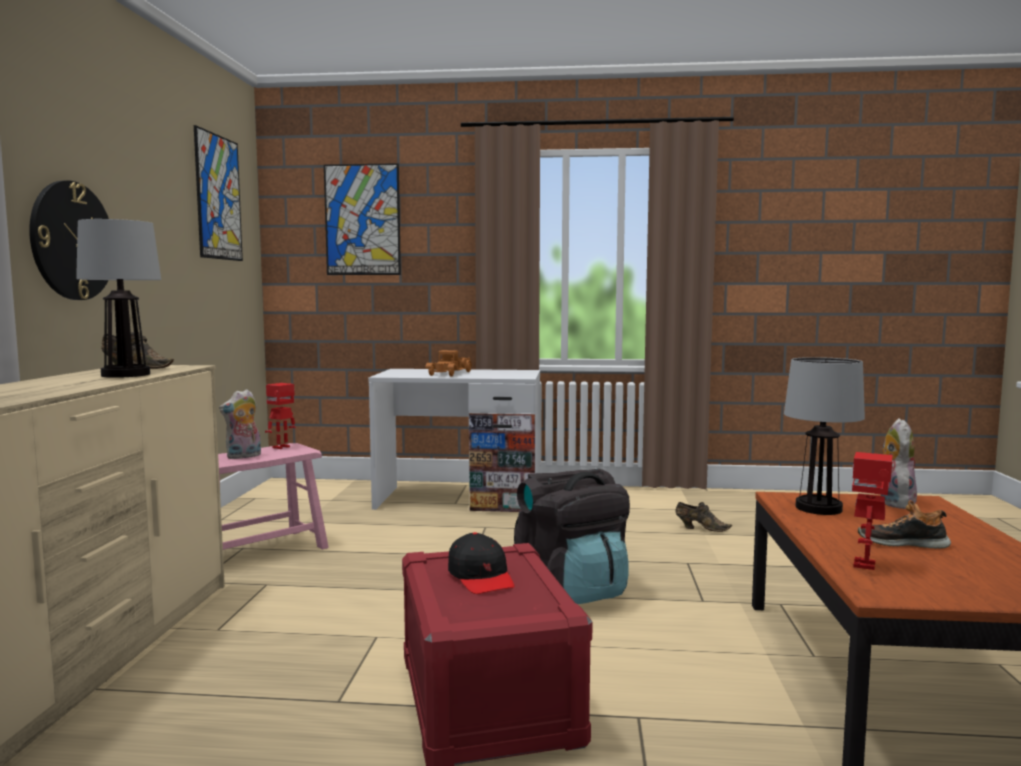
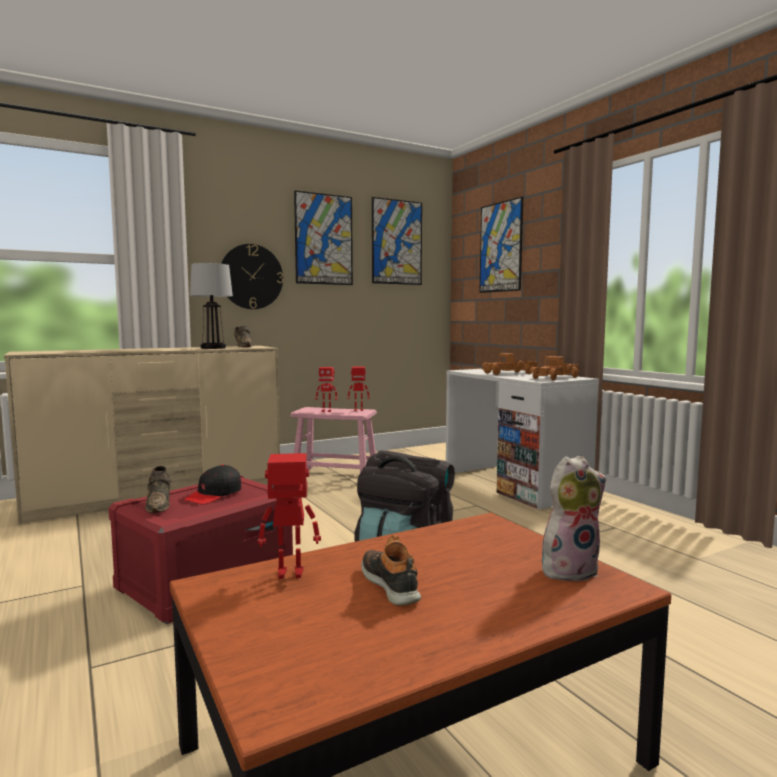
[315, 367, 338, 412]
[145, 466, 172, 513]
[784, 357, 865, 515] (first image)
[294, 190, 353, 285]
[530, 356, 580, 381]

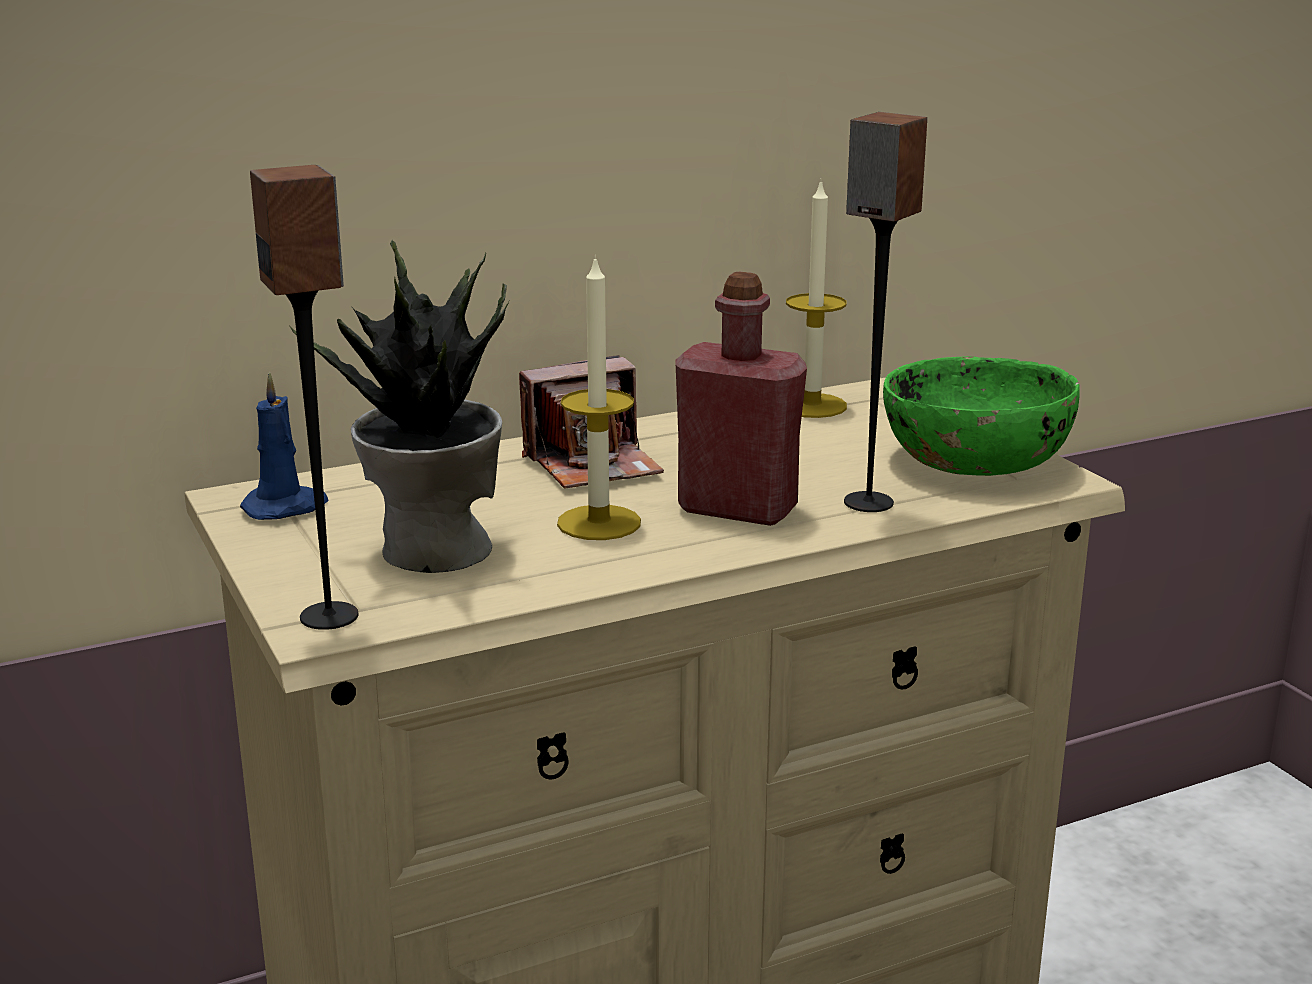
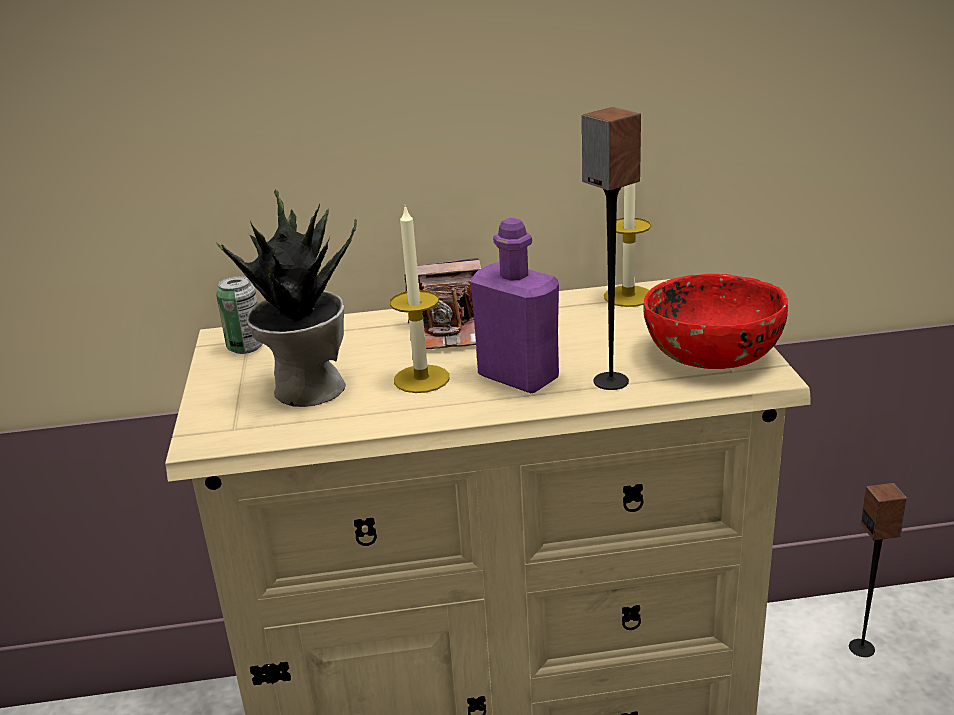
[216, 276, 263, 354]
[849, 483, 907, 657]
[470, 218, 559, 393]
[643, 274, 788, 369]

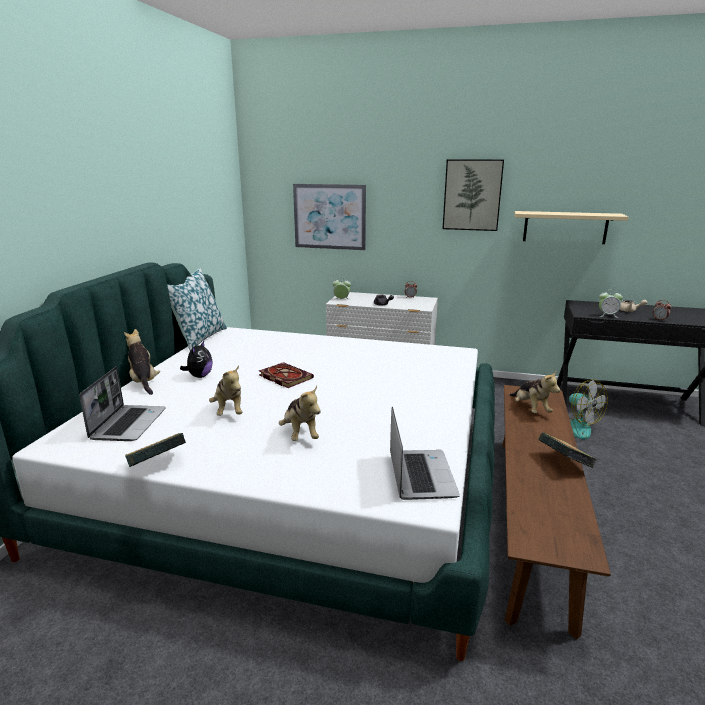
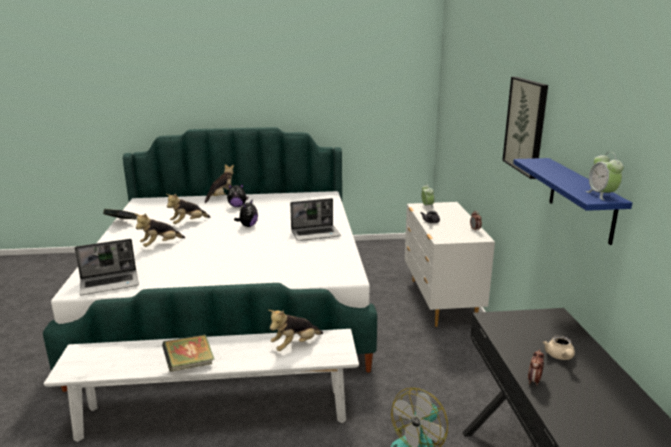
[290, 198, 341, 241]
[167, 268, 227, 351] (first image)
[234, 200, 258, 227]
[293, 184, 366, 250] (first image)
[43, 329, 359, 442]
[513, 158, 632, 245]
[586, 152, 623, 200]

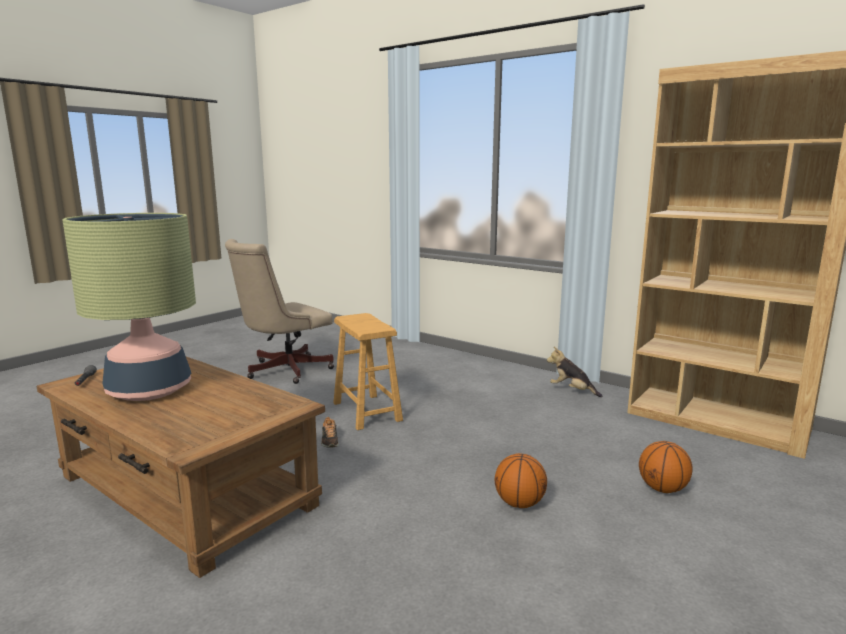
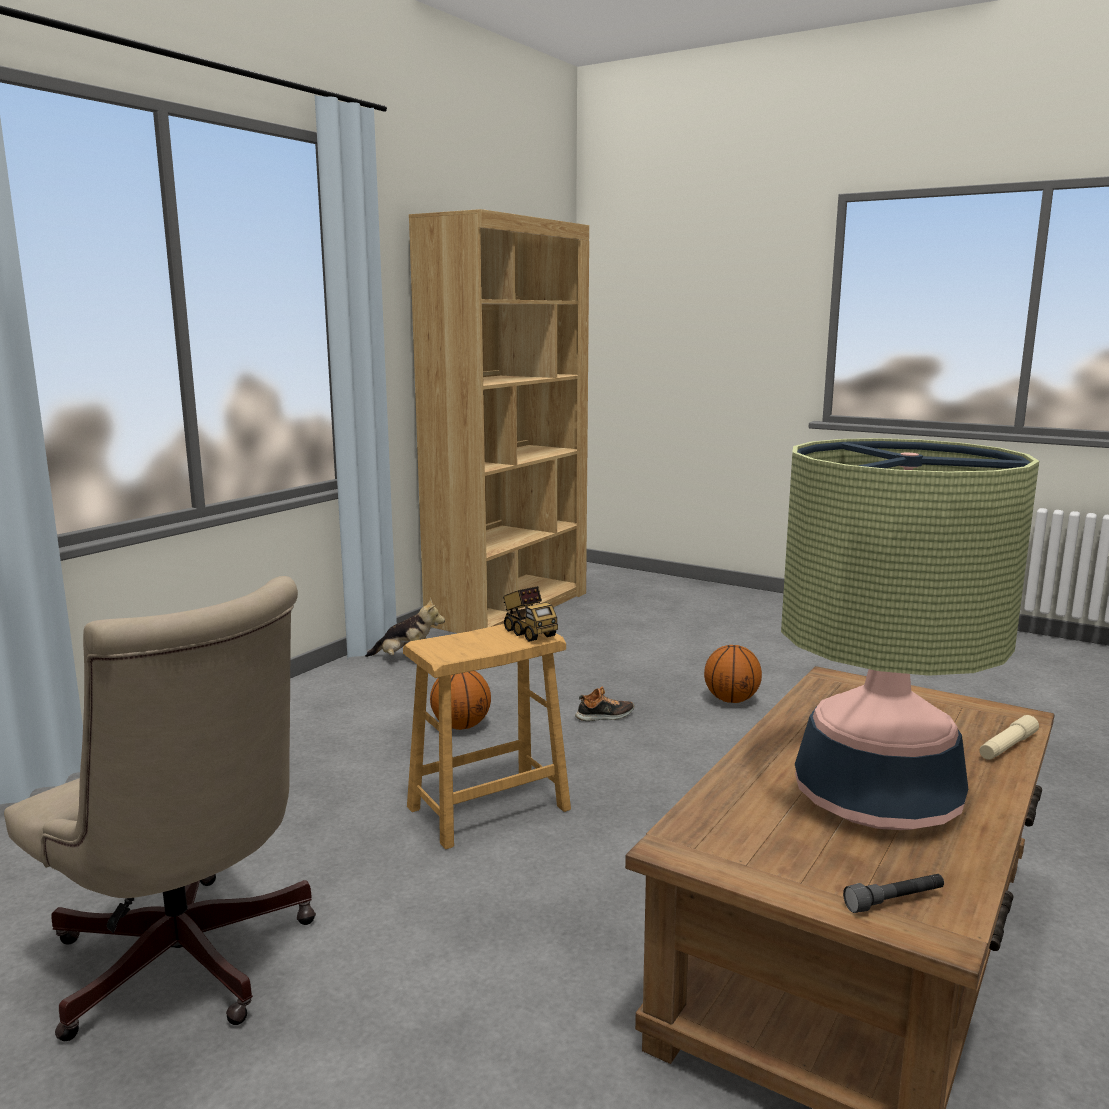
[575, 687, 634, 721]
[365, 598, 445, 657]
[430, 671, 491, 730]
[503, 586, 558, 642]
[979, 715, 1039, 760]

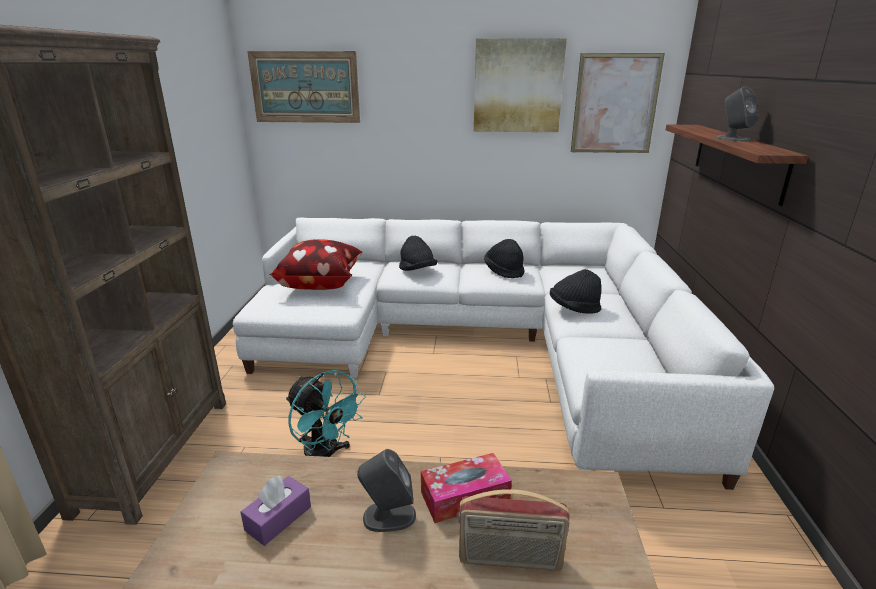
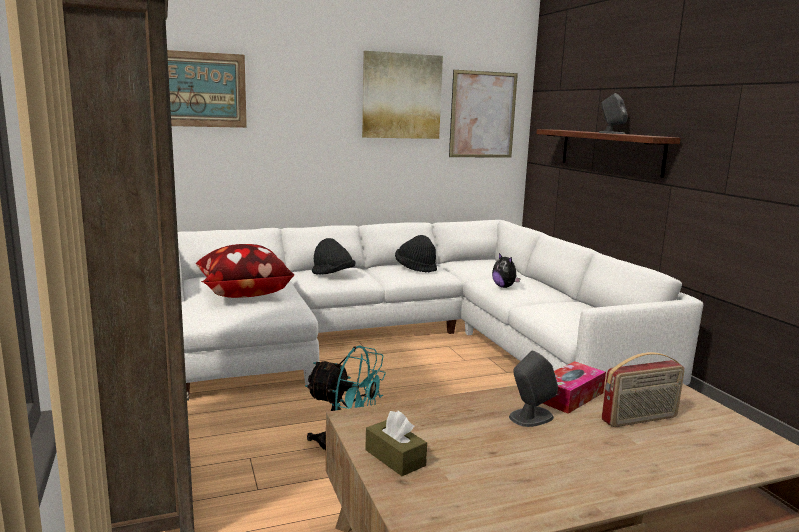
[240, 475, 311, 546] (first image)
[492, 253, 521, 288]
[365, 411, 427, 476]

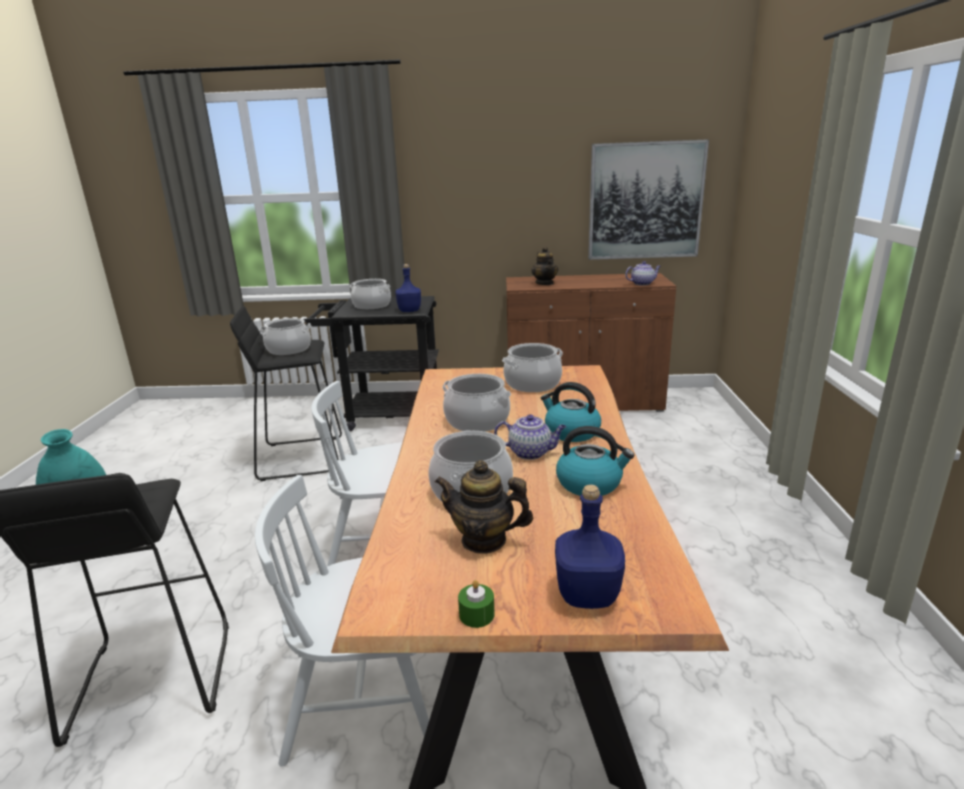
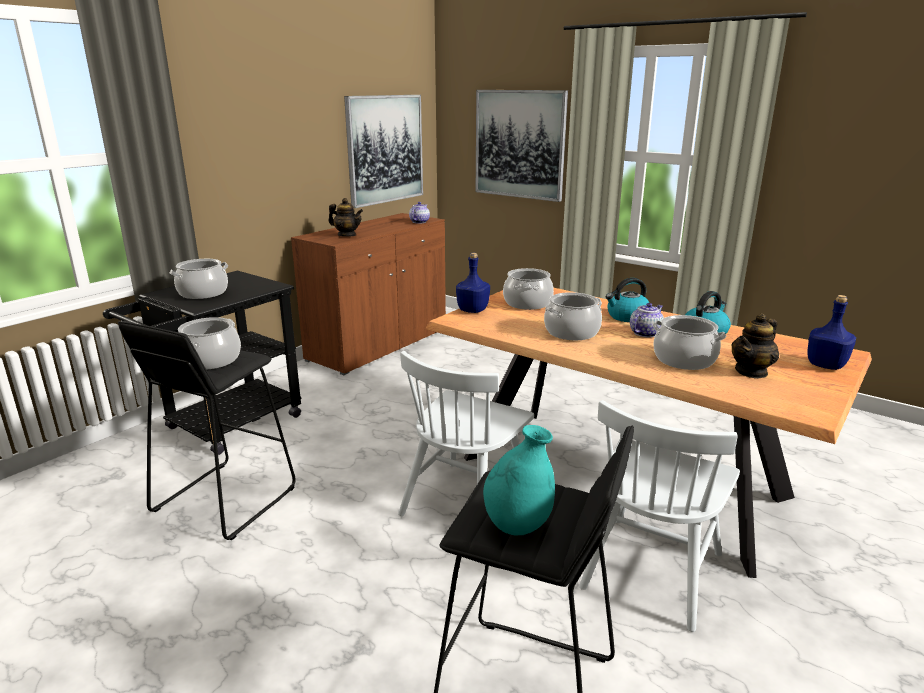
[456, 253, 490, 313]
[458, 580, 495, 628] (first image)
[476, 90, 568, 202]

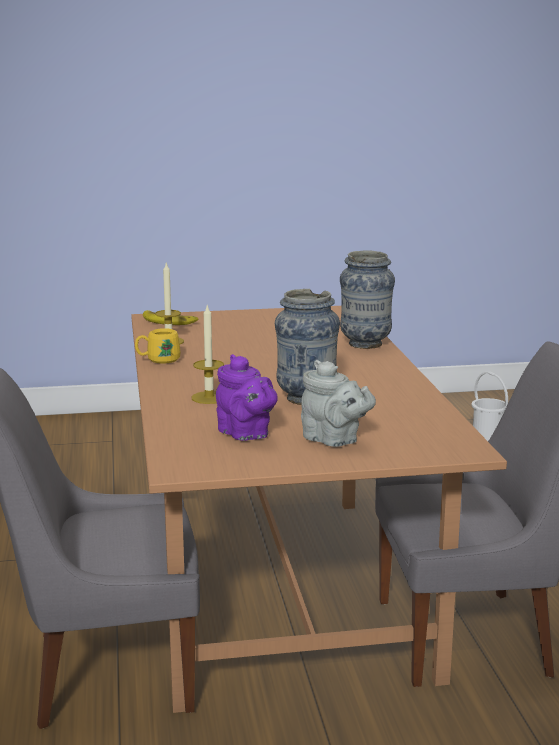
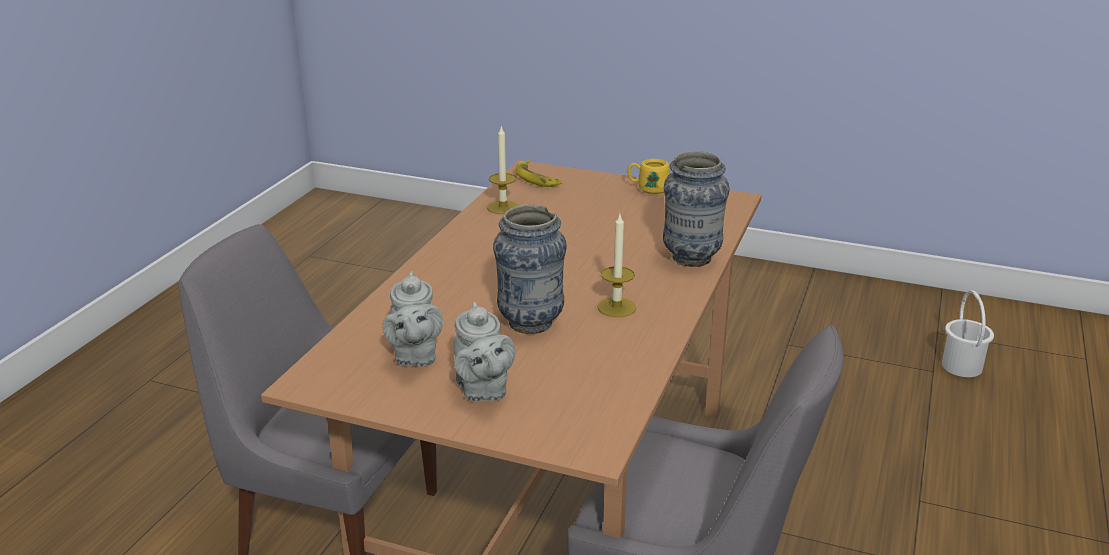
[628, 159, 670, 194]
[598, 214, 636, 317]
[382, 271, 443, 367]

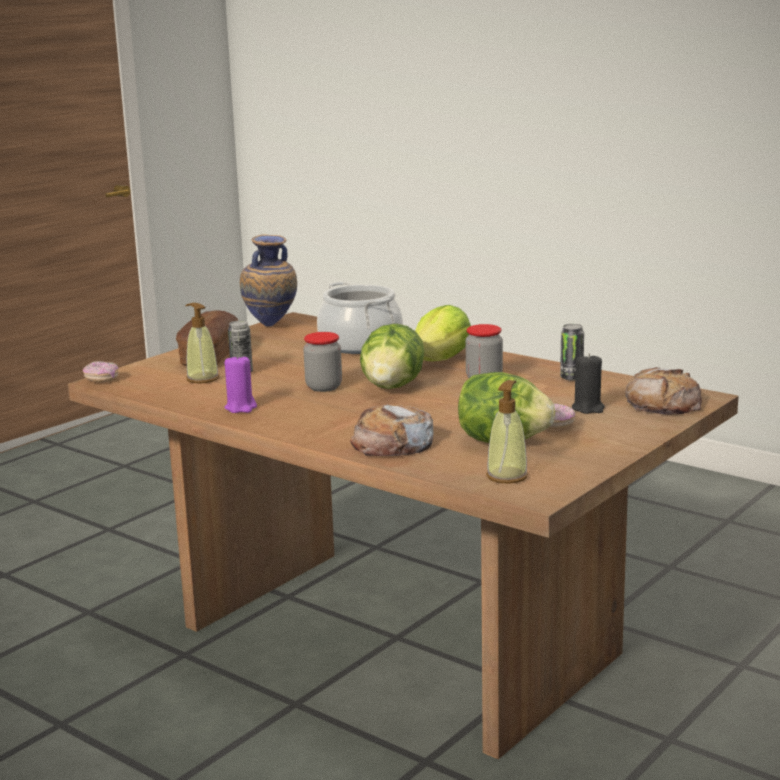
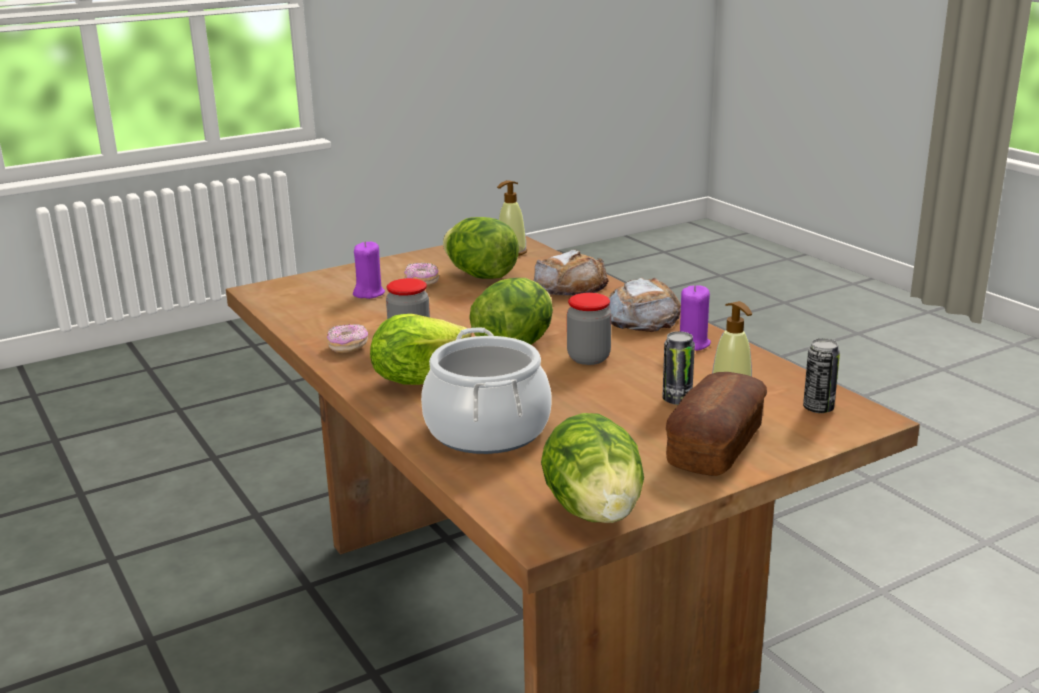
[327, 324, 368, 353]
[541, 413, 644, 523]
[803, 338, 840, 413]
[353, 241, 385, 299]
[608, 278, 681, 332]

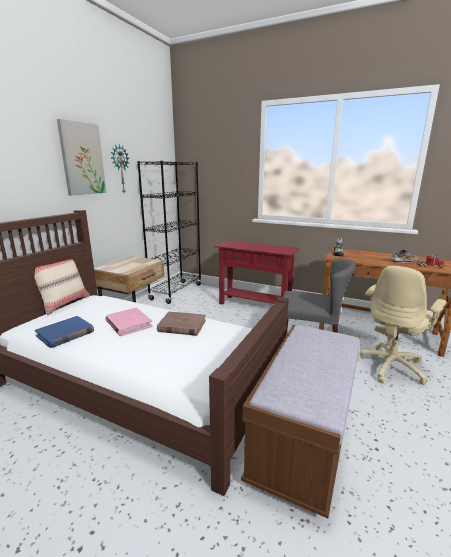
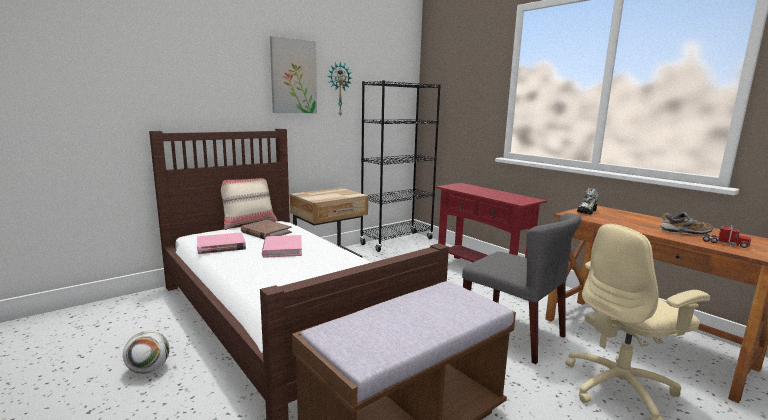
[197, 232, 246, 254]
[241, 220, 292, 240]
[123, 331, 170, 374]

